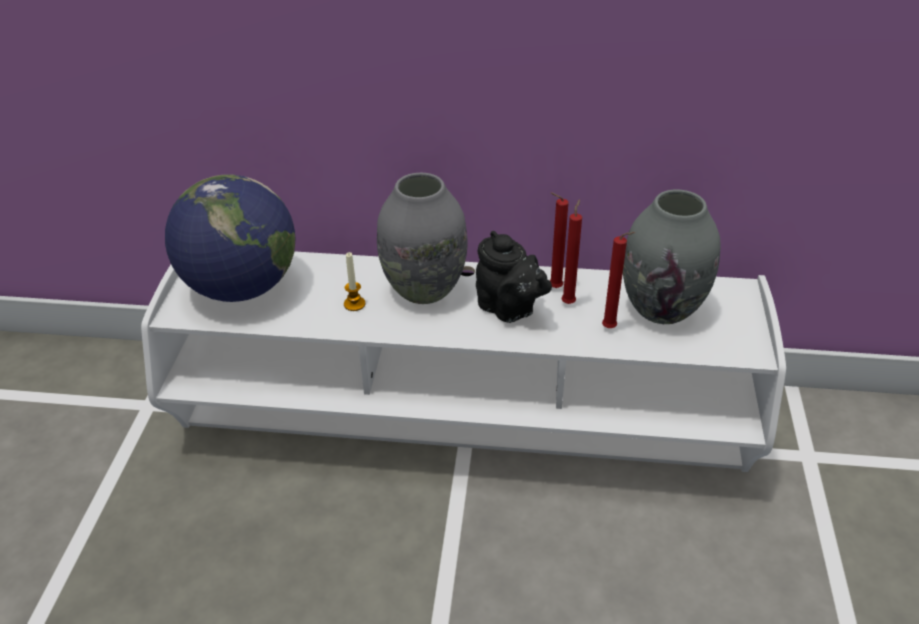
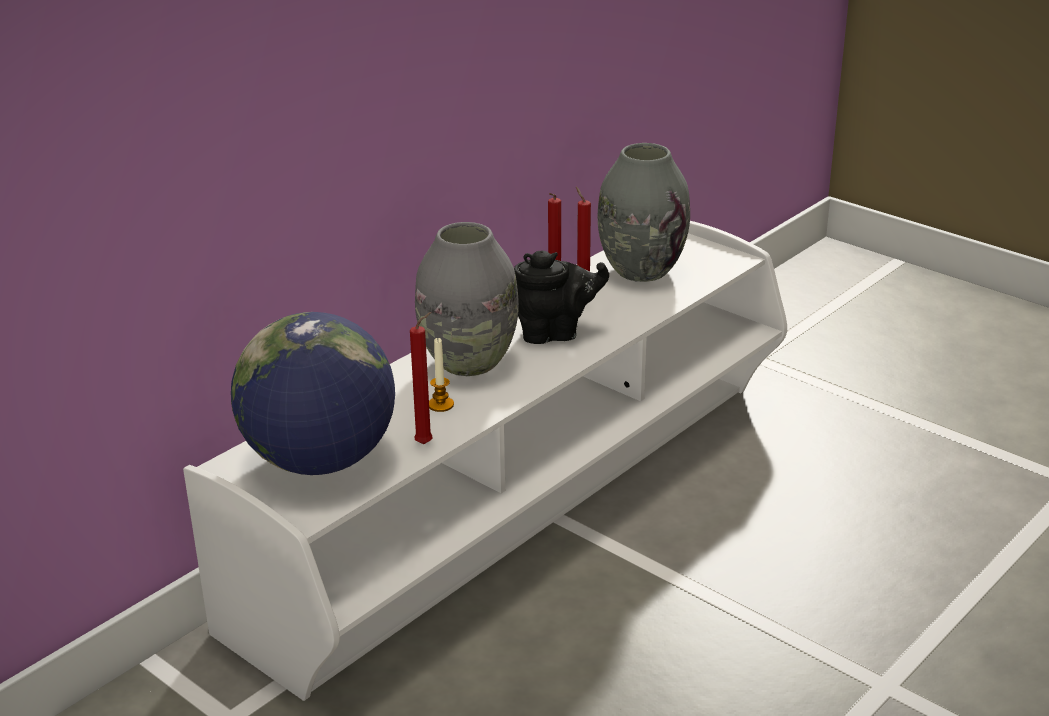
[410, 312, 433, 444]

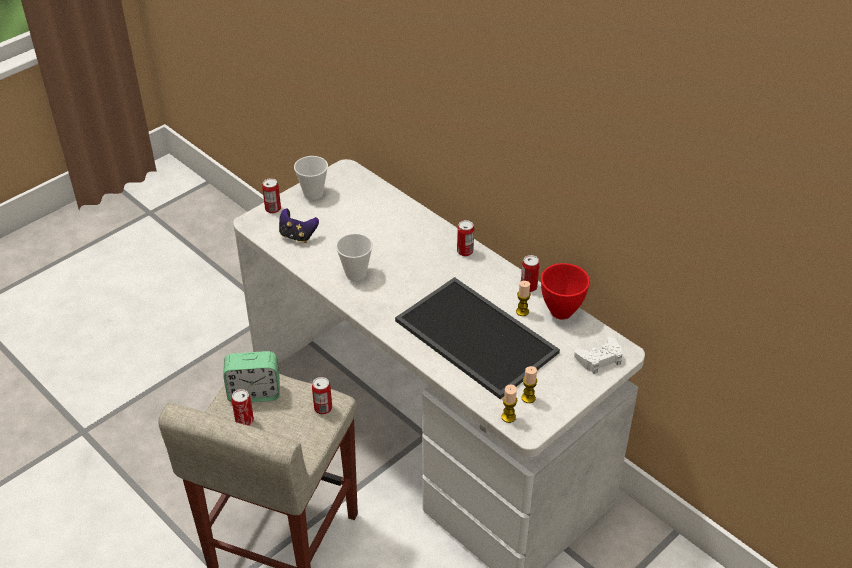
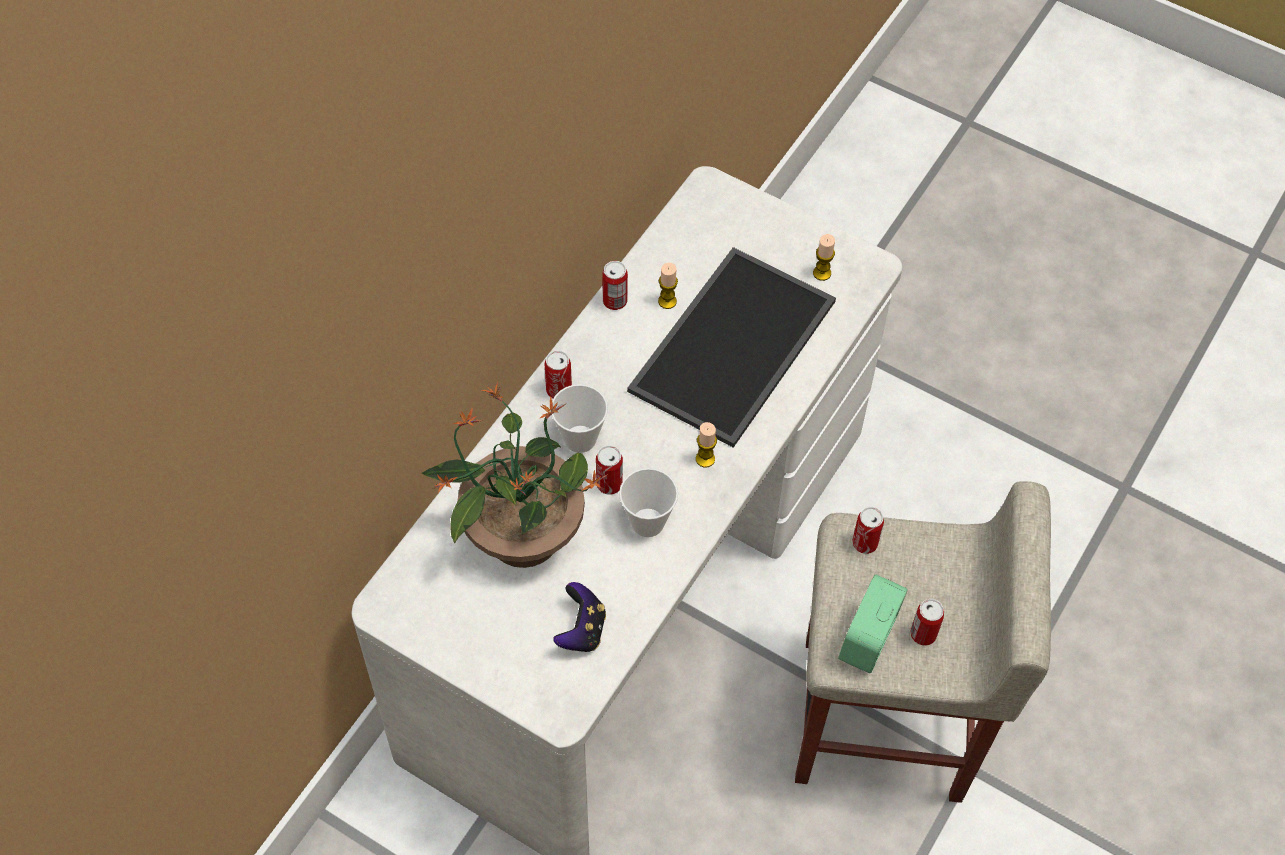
[838, 574, 908, 673]
[596, 445, 623, 495]
[552, 384, 608, 453]
[696, 422, 717, 468]
[541, 263, 590, 320] (first image)
[574, 337, 623, 374] (first image)
[422, 382, 608, 568]

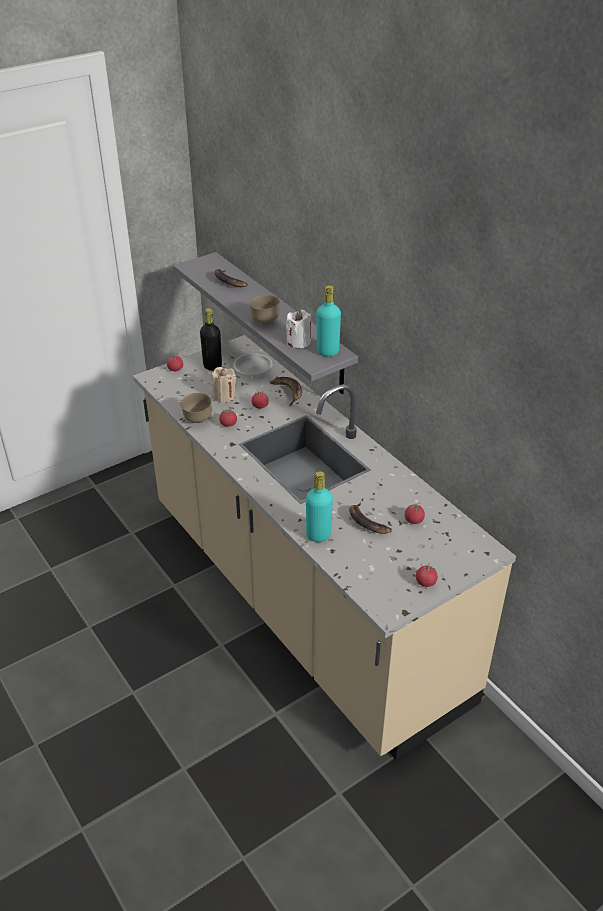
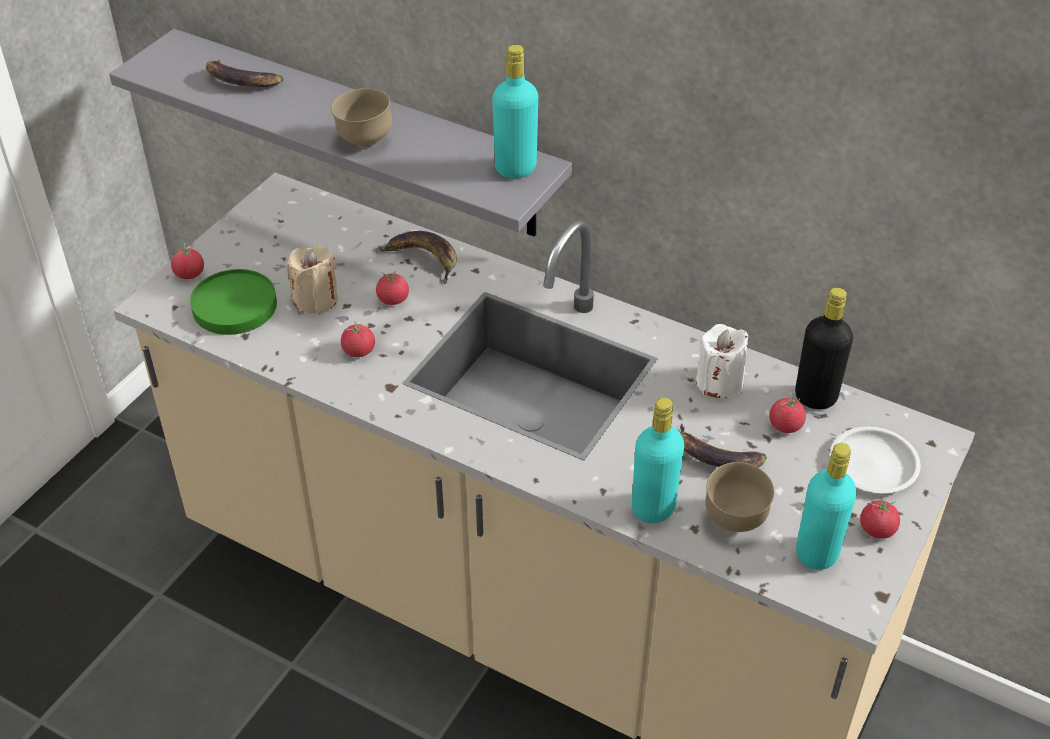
[705, 462, 774, 532]
[795, 288, 853, 409]
[830, 427, 921, 493]
[696, 324, 748, 398]
[190, 269, 277, 335]
[796, 443, 856, 570]

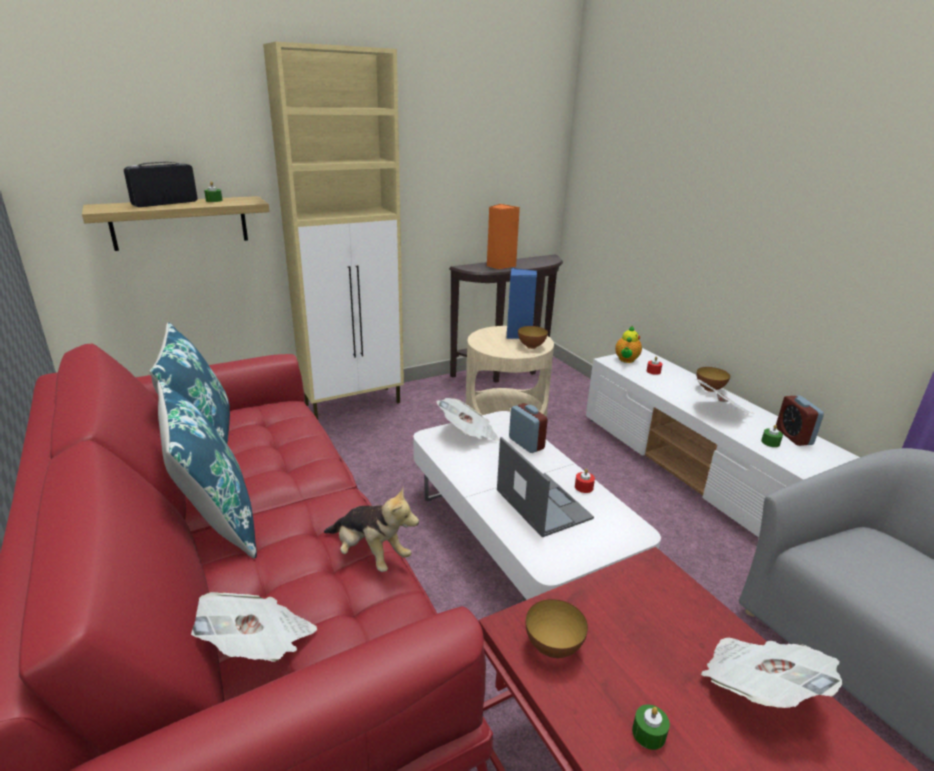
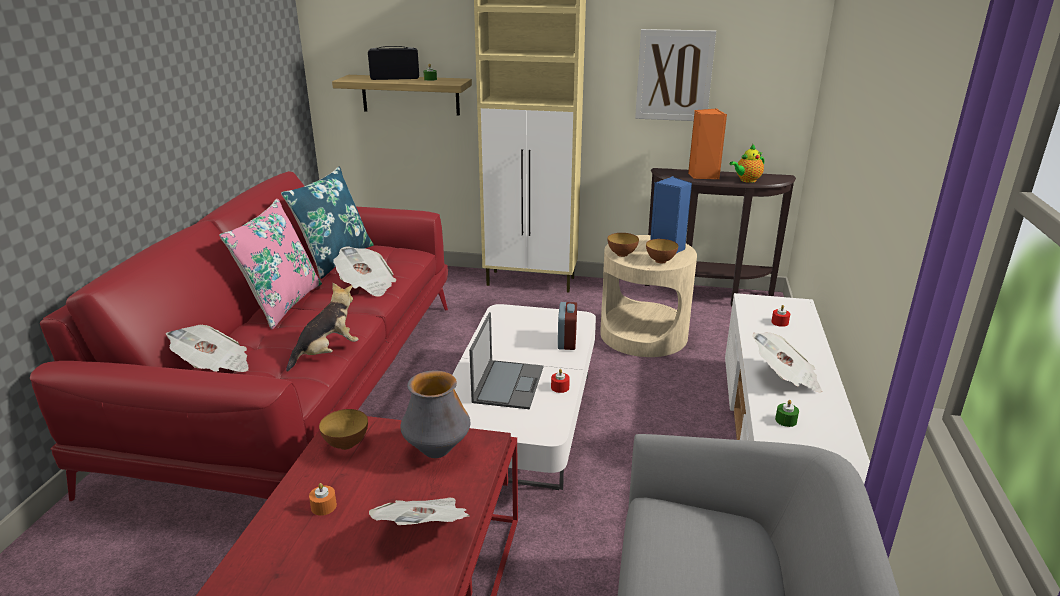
[219, 199, 322, 329]
[286, 283, 358, 372]
[333, 246, 396, 297]
[730, 144, 765, 183]
[309, 483, 337, 516]
[608, 233, 639, 257]
[776, 395, 824, 446] (first image)
[400, 371, 470, 458]
[635, 29, 716, 121]

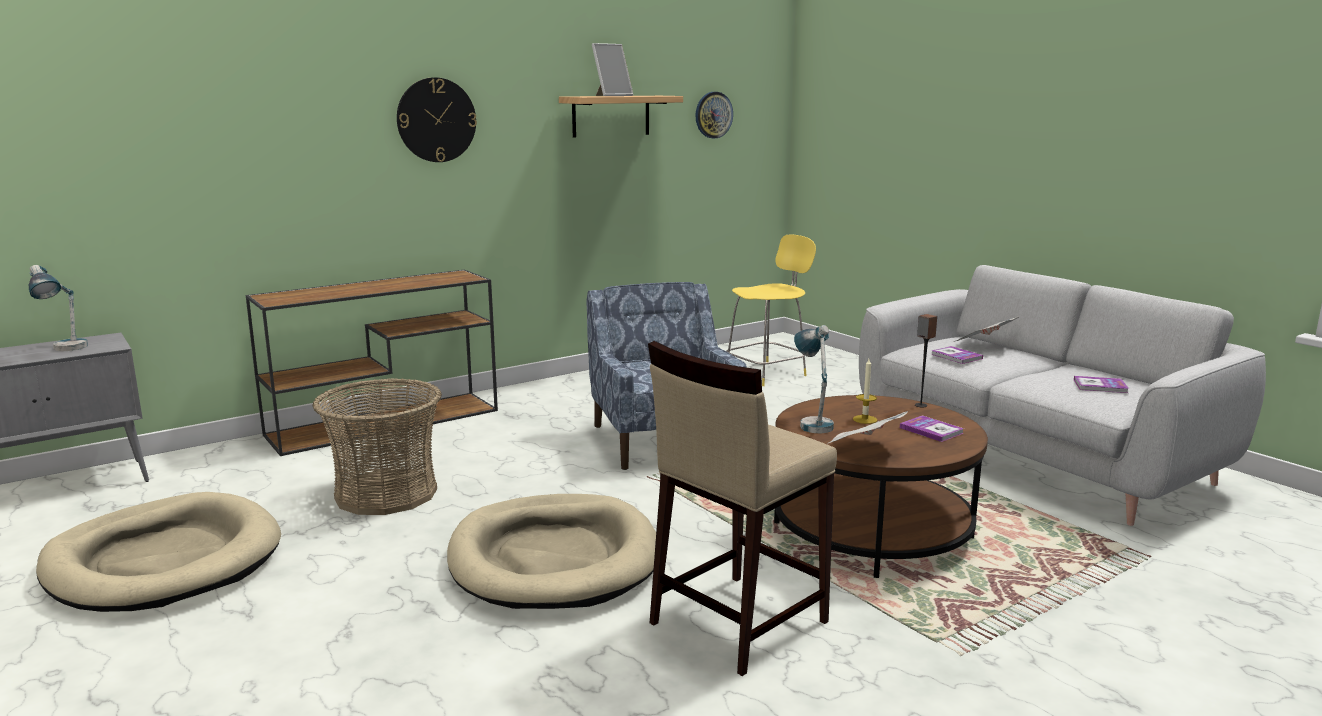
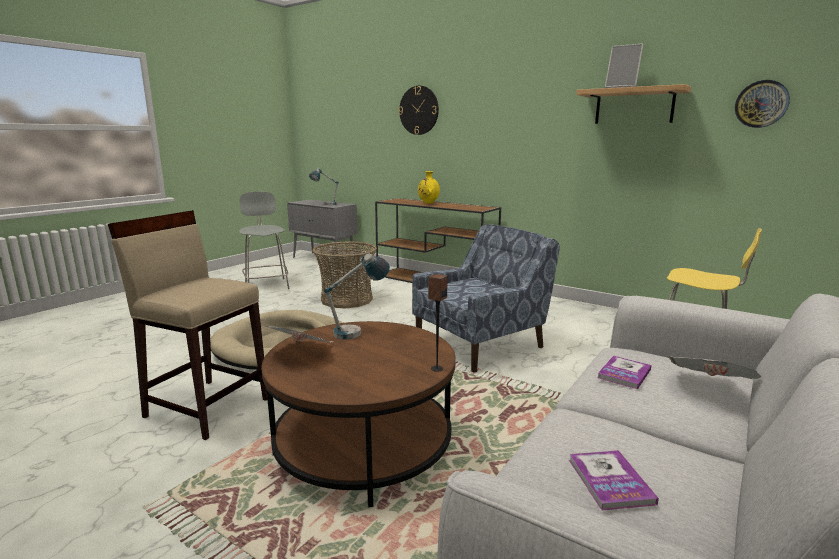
[239, 191, 290, 289]
[399, 86, 439, 135]
[853, 359, 877, 424] (first image)
[900, 415, 964, 442] (first image)
[418, 171, 440, 203]

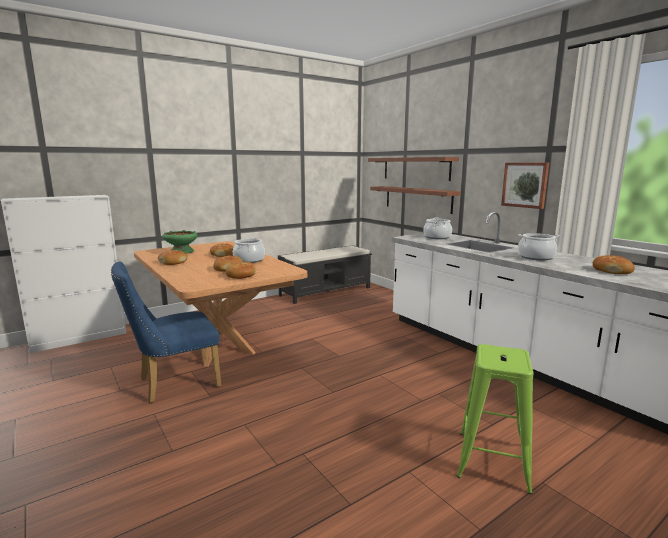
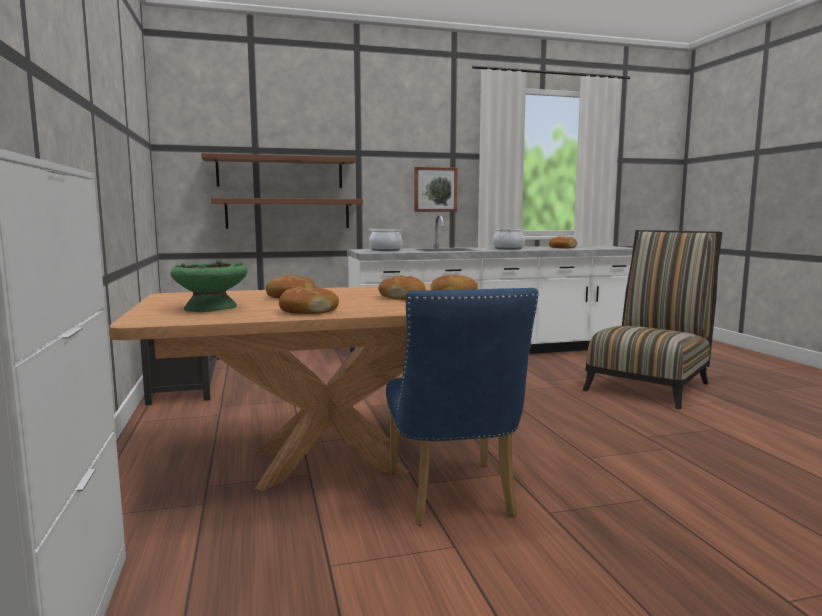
[233, 237, 265, 263] (first image)
[583, 230, 722, 410]

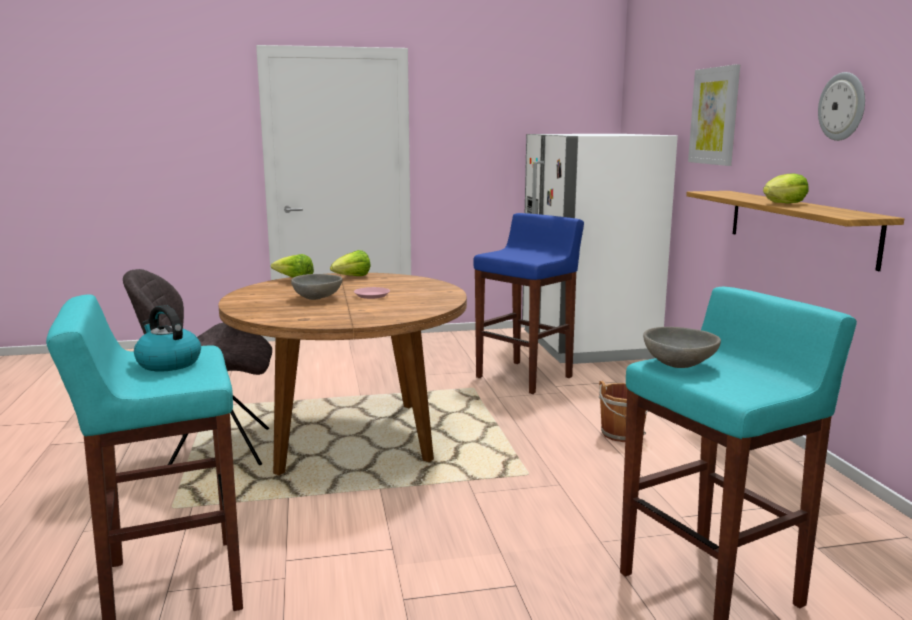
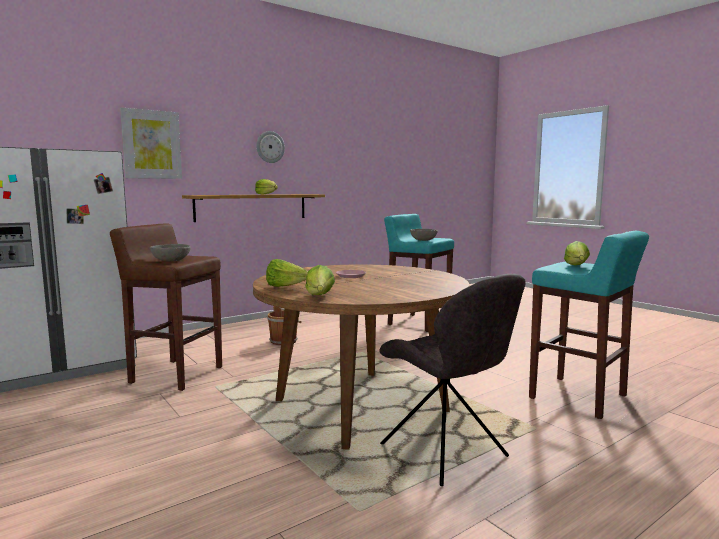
[564, 241, 590, 265]
[150, 244, 191, 262]
[110, 223, 222, 391]

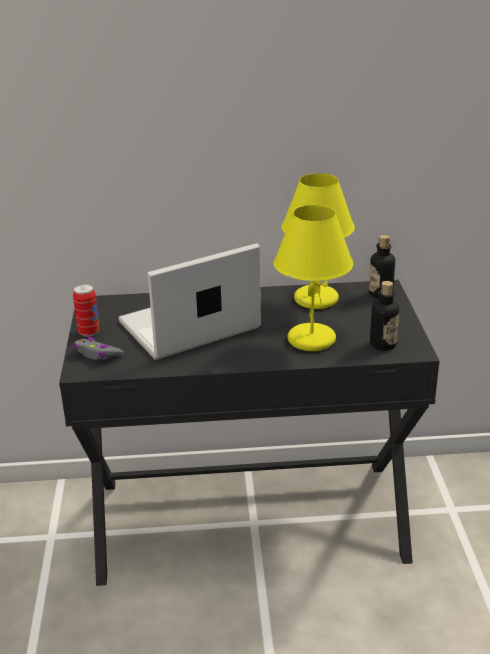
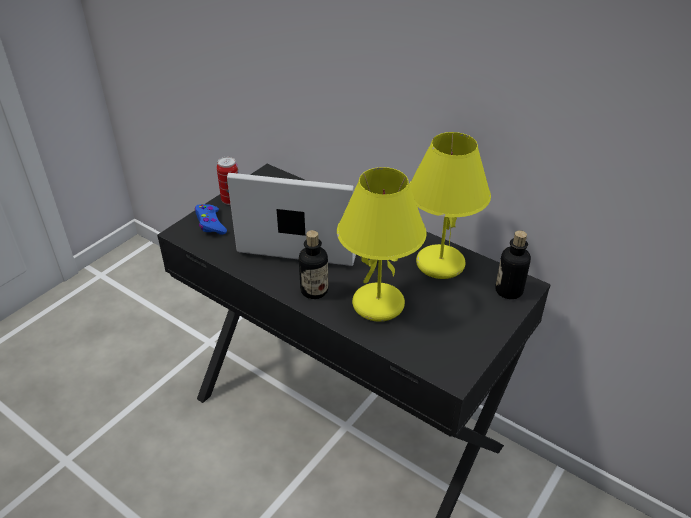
[195, 204, 227, 235]
[299, 230, 328, 299]

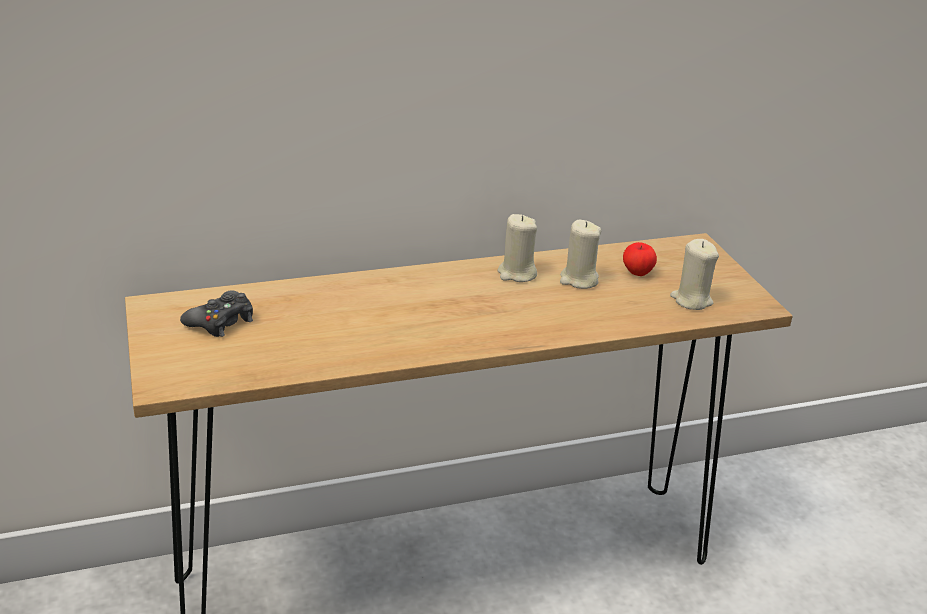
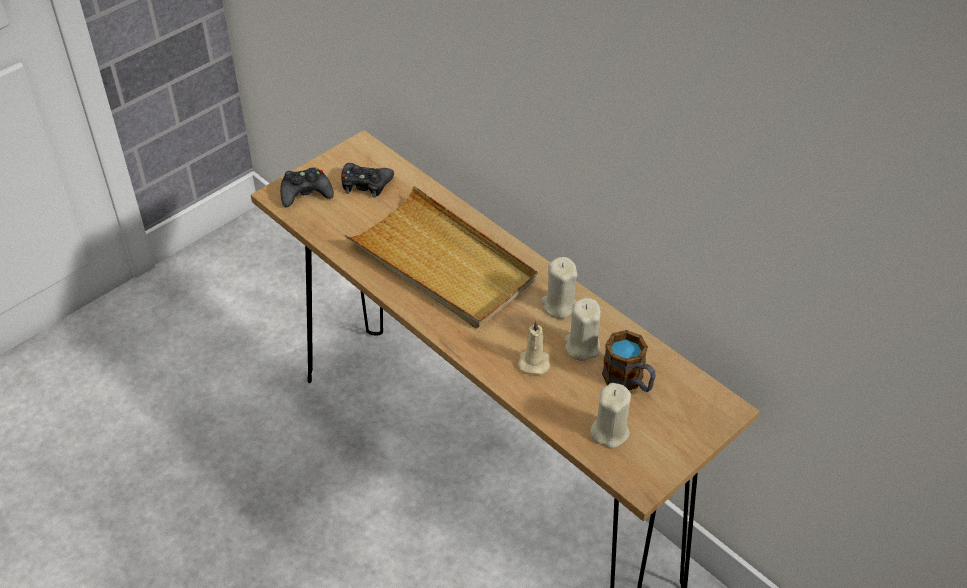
[602, 330, 656, 392]
[280, 167, 334, 207]
[344, 186, 538, 328]
[518, 320, 550, 375]

